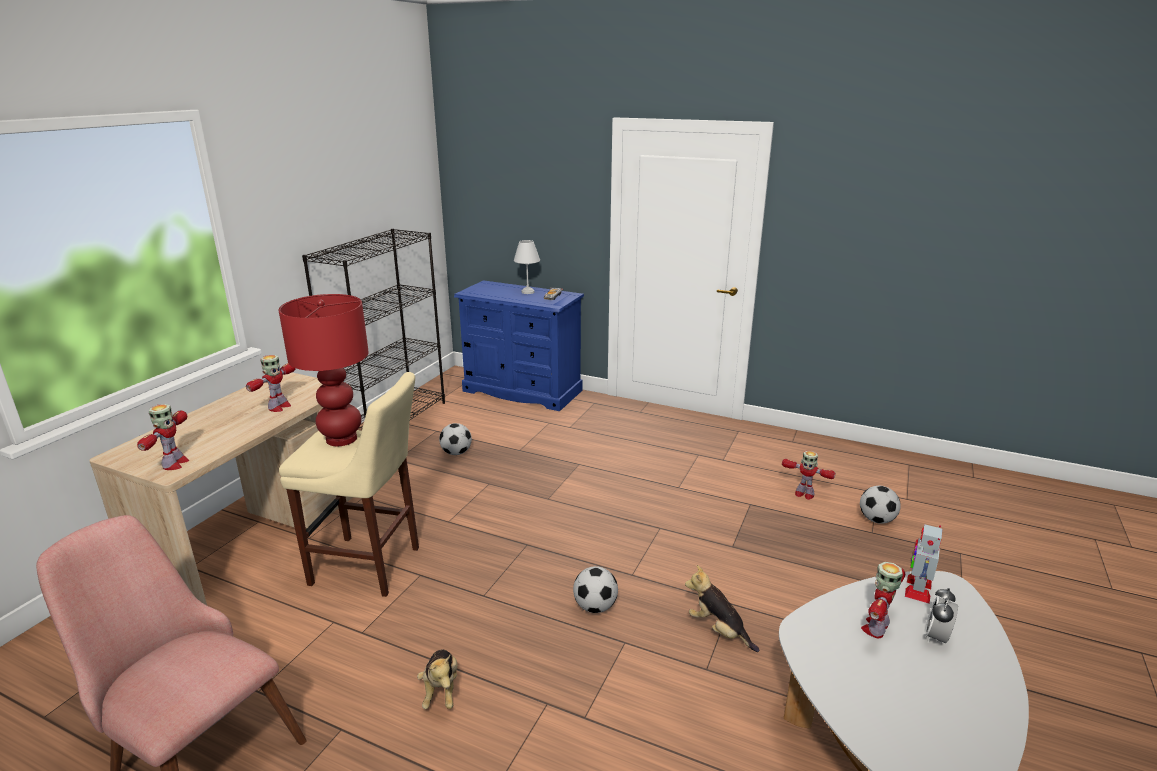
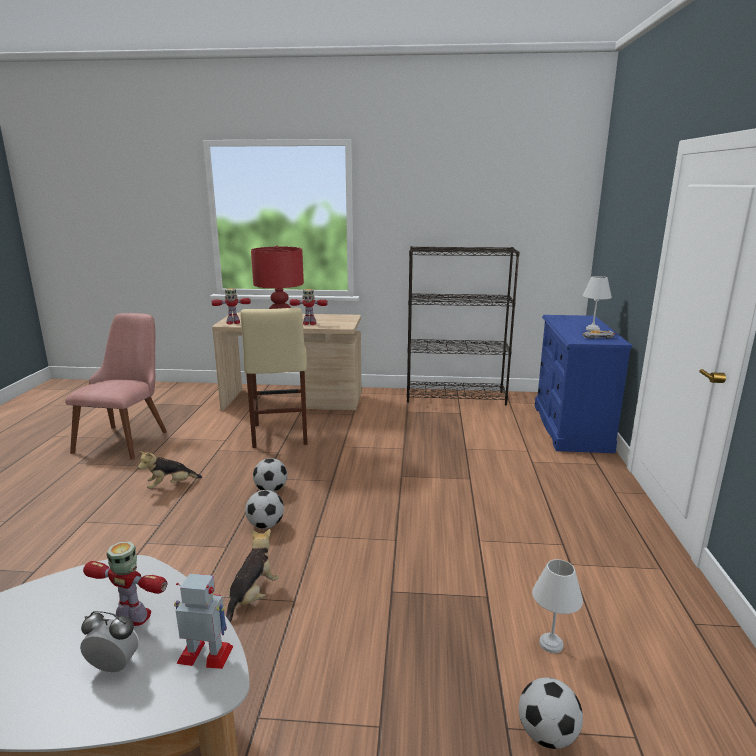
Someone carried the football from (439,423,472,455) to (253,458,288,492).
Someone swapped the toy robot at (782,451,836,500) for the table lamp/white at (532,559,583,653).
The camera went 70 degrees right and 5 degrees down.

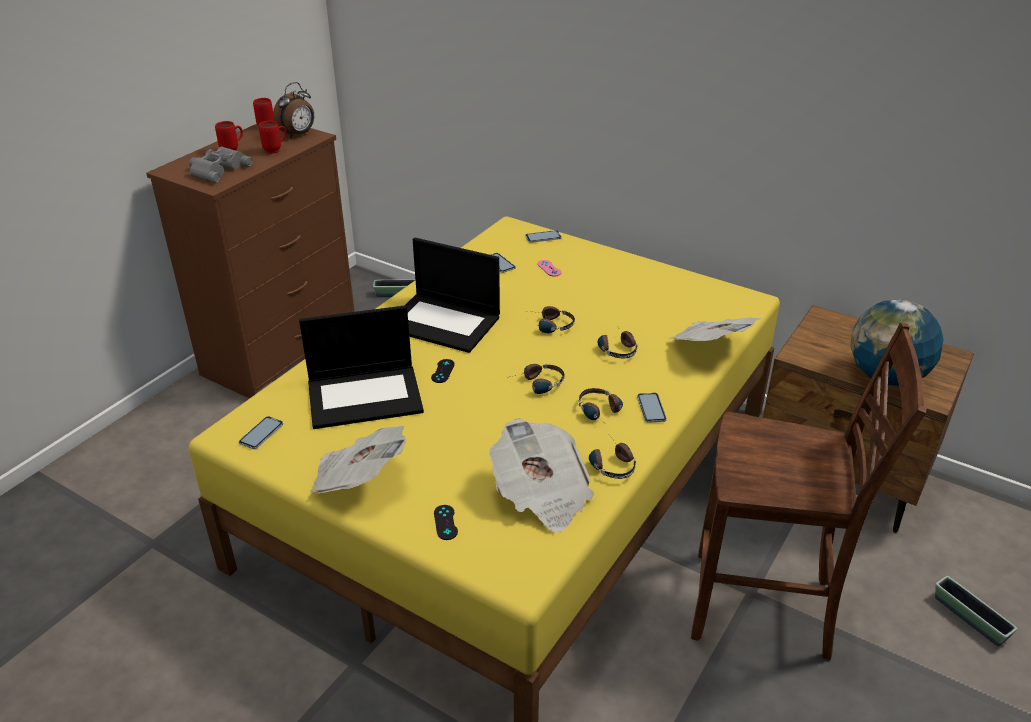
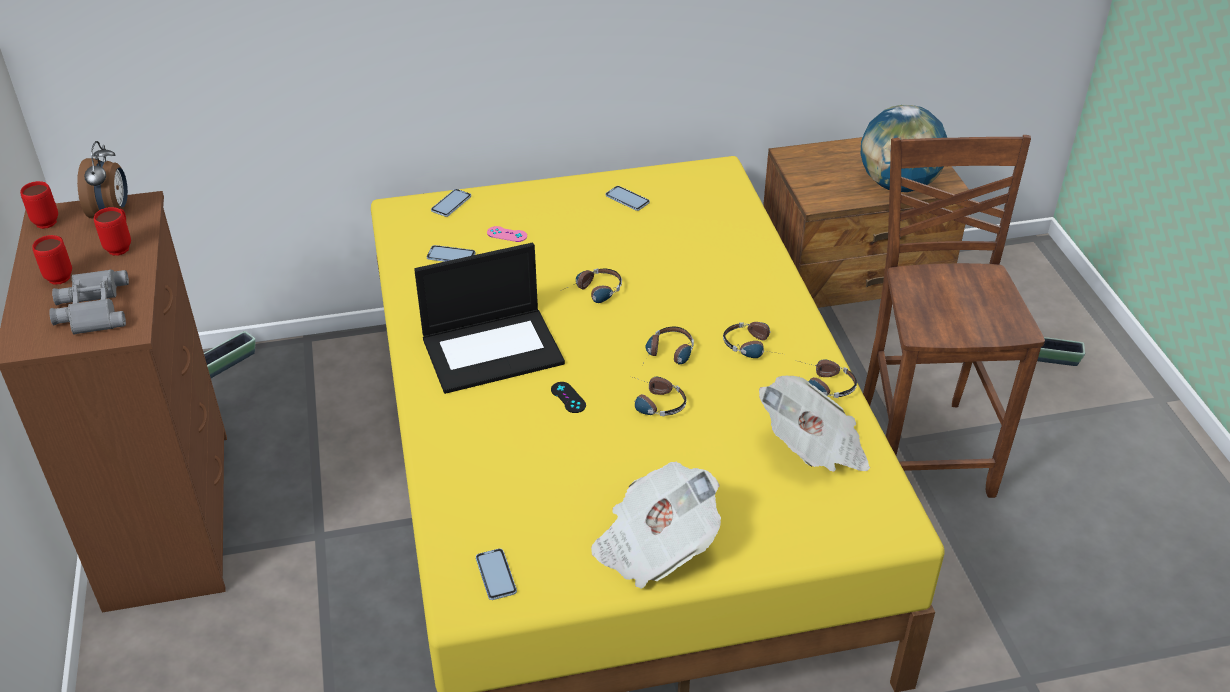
Someone carried the phone from (637,393,667,423) to (605,186,650,211).
Someone carried the headphones from (597,325,638,358) to (629,376,686,417).
Someone rotated the chair/brown at (691,322,927,660) by 60 degrees counterclockwise.
Someone took away the laptop at (299,305,424,429).
Someone took away the game controller/black at (434,505,458,540).
Someone took away the newspaper at (669,317,761,341).
The camera went 45 degrees left and 5 degrees up.

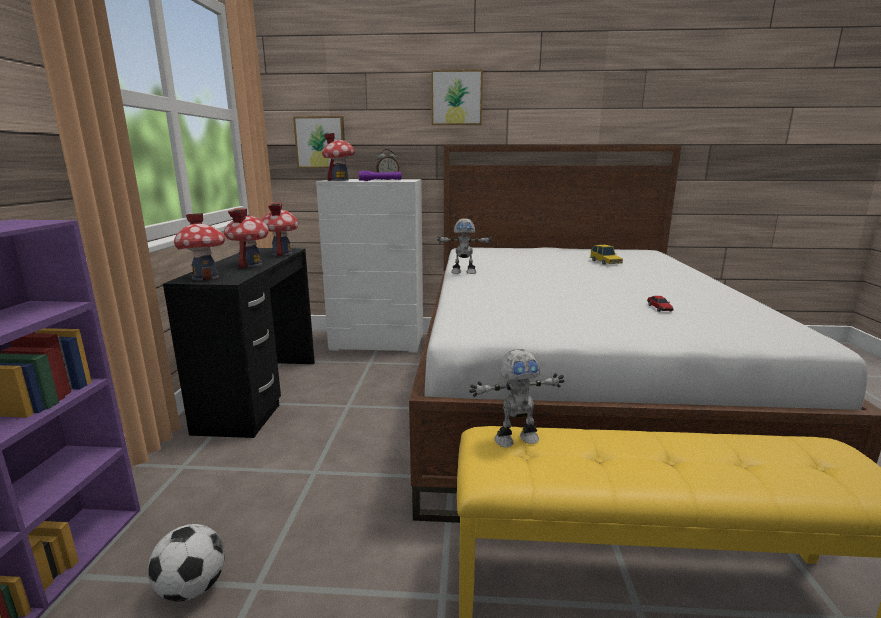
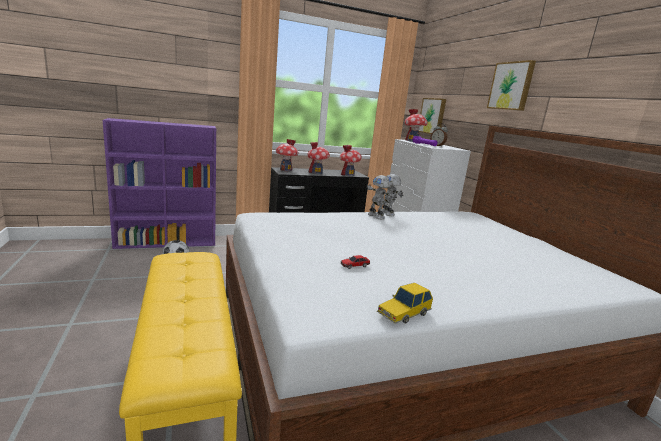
Someone carried the toy robot from (469,349,564,447) to (366,175,397,219).
Someone carried the toy car from (590,245,623,265) to (377,283,433,324).
The camera went 65 degrees right and 0 degrees up.

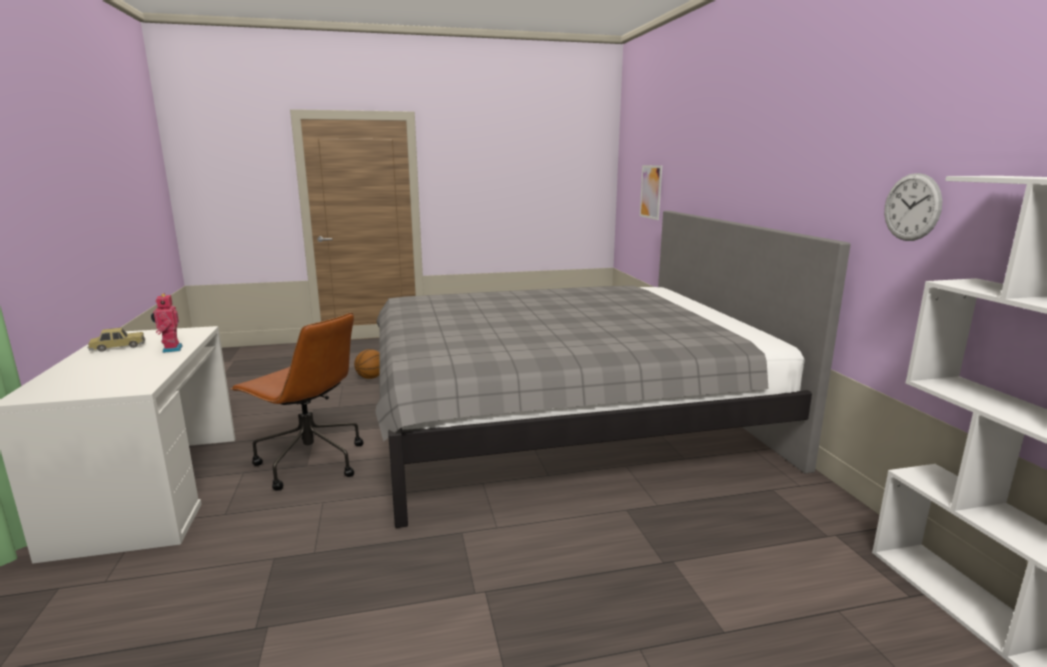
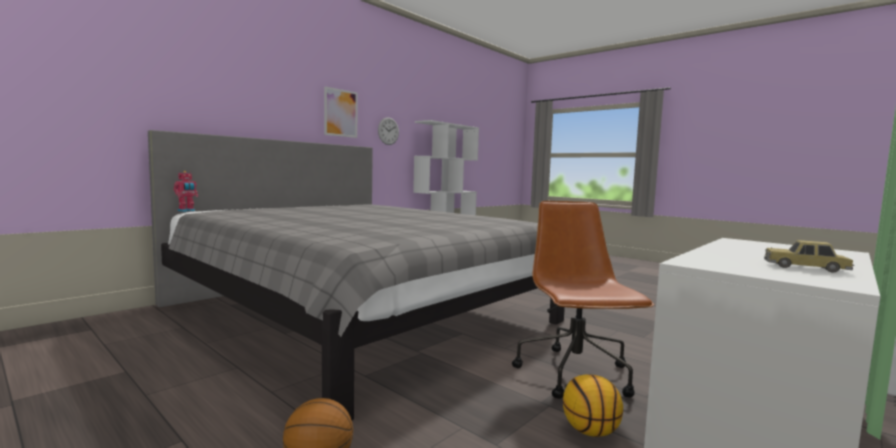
Someone carried the toy robot from (151,293,183,353) to (173,171,198,212).
Someone carried the picture from (640,165,662,220) to (324,86,358,138).
Someone put down the basketball at (563,374,623,437).
The camera went 125 degrees left and 10 degrees down.

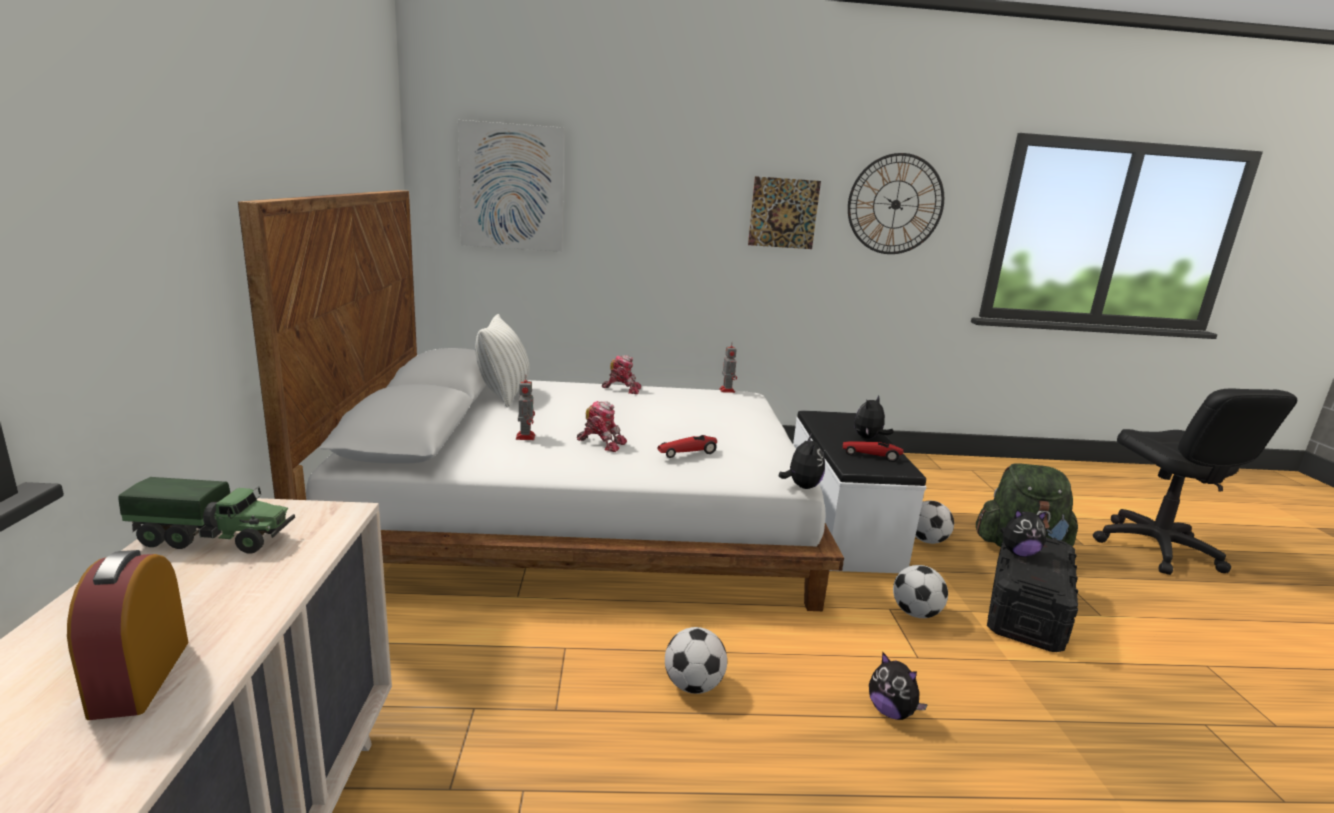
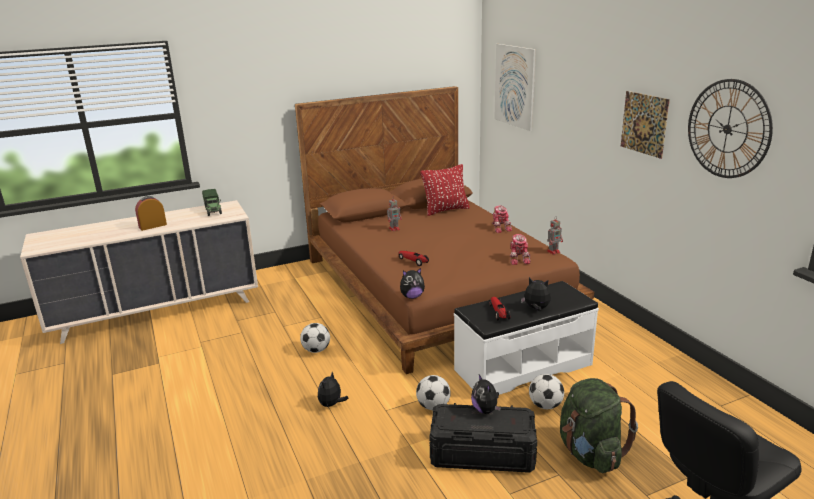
Someone repainted the bed/white at (238,190,844,611), which became the bed/brown at (295,86,594,374).
Someone repainted the pillow/white at (475,314,530,408), which became the pillow/red at (421,164,470,216).
Someone carried the toy robot from (577,401,627,452) to (509,234,531,265).
The camera went 70 degrees right and 5 degrees up.

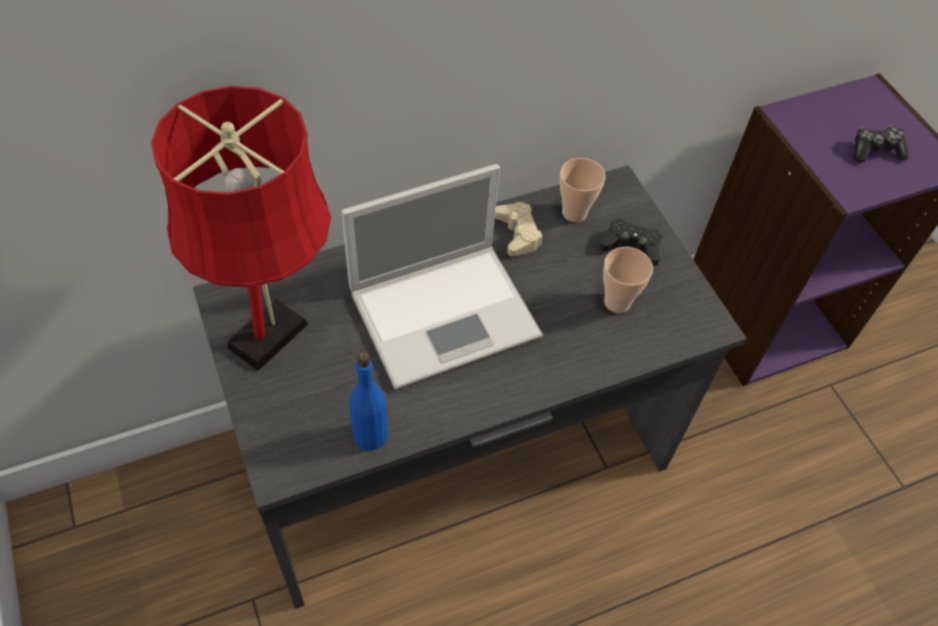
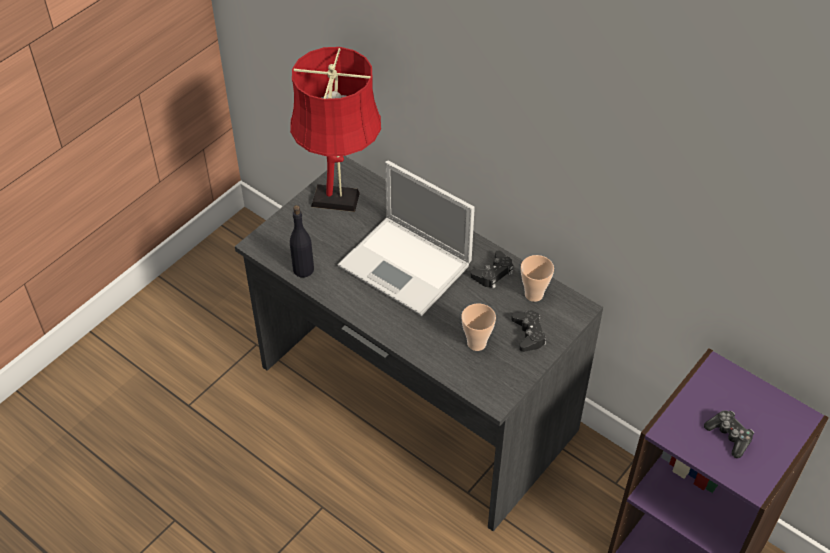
Someone repainted the bottle/blue at (349,352,388,450), which became the bottle/black at (290,205,314,277).
Someone repainted the game controller/beige at (495,202,543,257), which became the game controller/black at (470,250,513,289).
The camera went 65 degrees right and 5 degrees down.

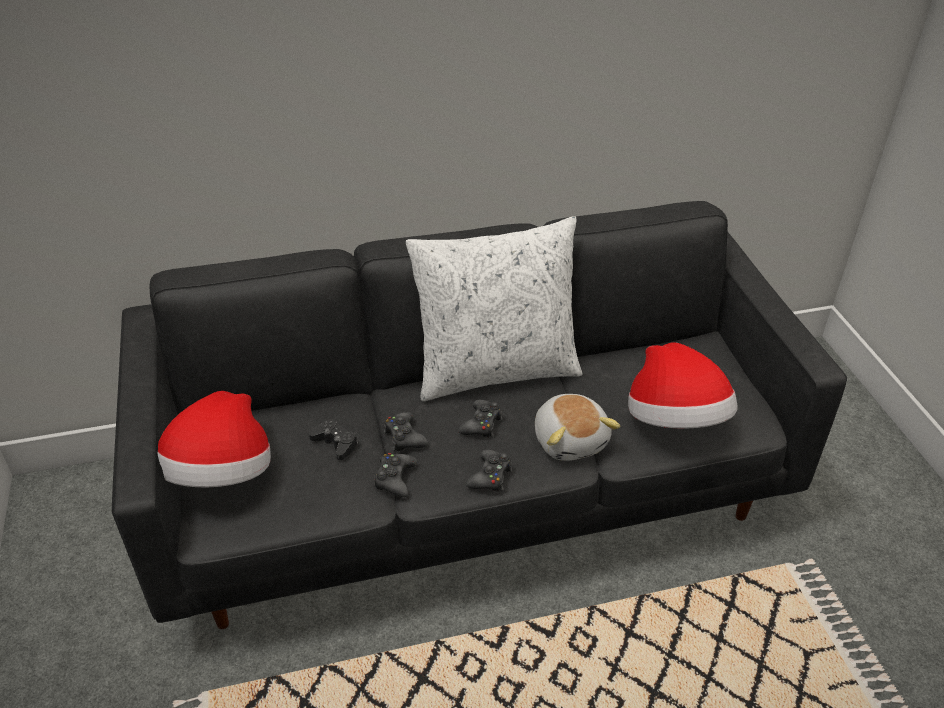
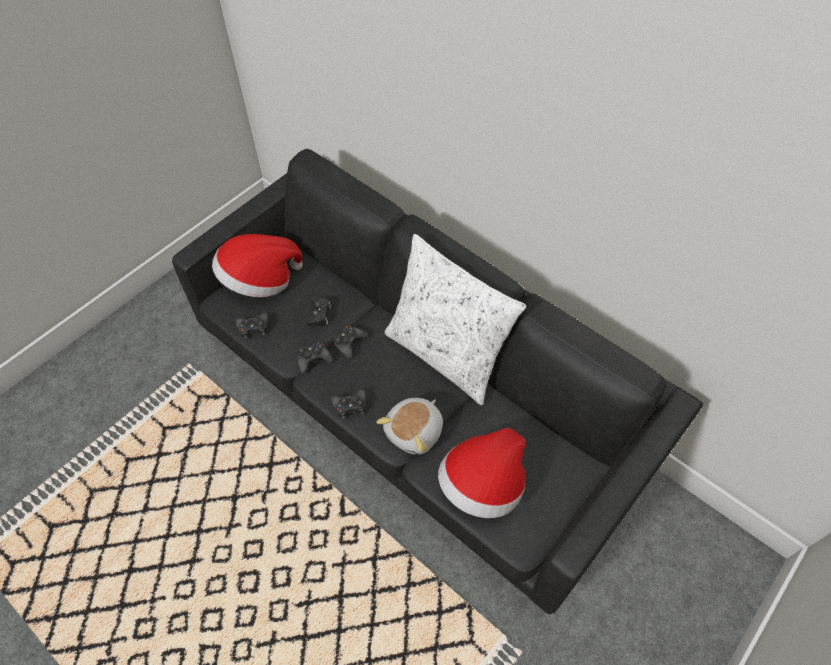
Someone carried the game controller/black from (458,400,503,438) to (235,313,269,339).
The camera went 55 degrees right and 15 degrees up.

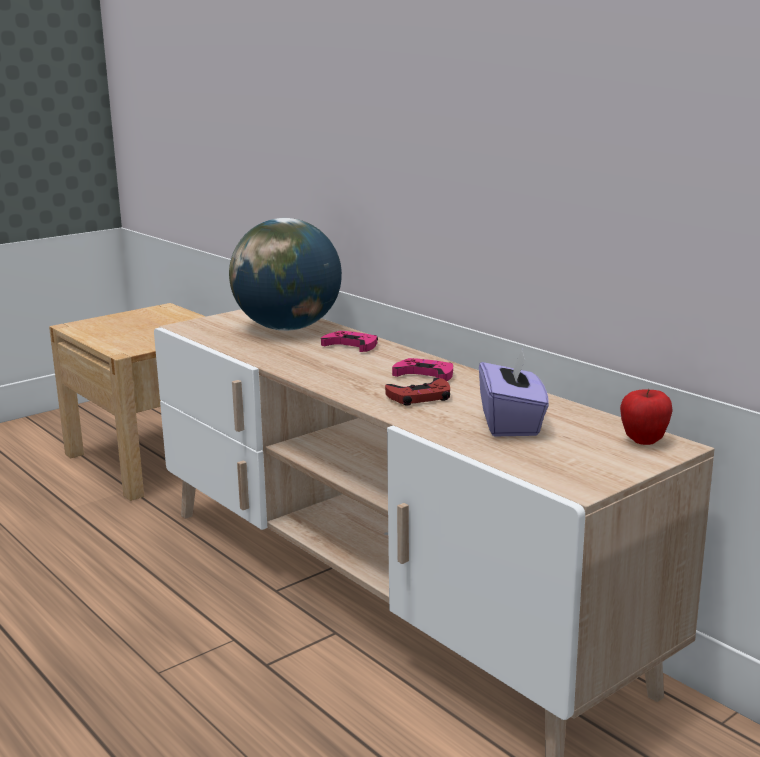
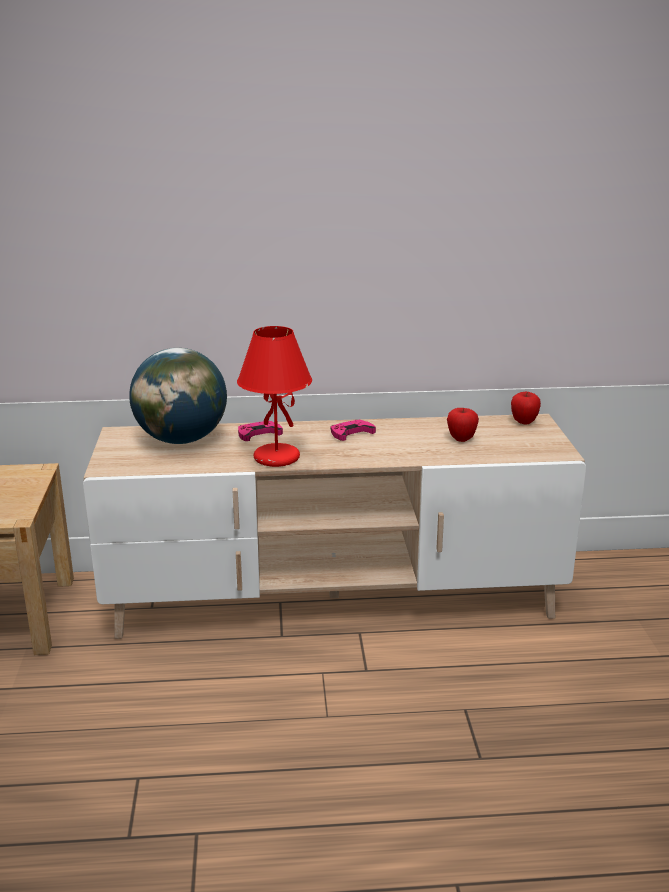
Someone put down the table lamp/red at (237,326,312,467).
Someone swapped the tissue box/purple at (479,350,549,436) for the apple at (447,408,479,442).
Someone took away the game controller/red at (385,378,450,406).
The camera went 55 degrees left and 5 degrees up.

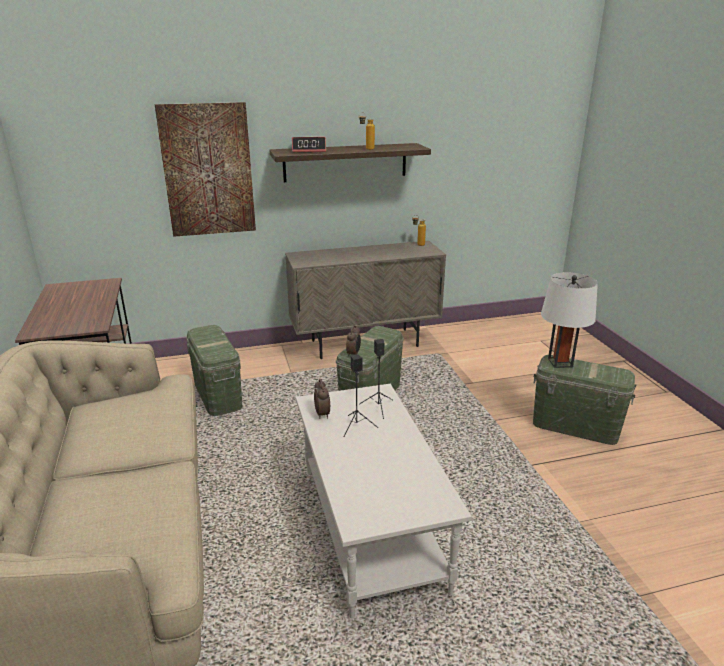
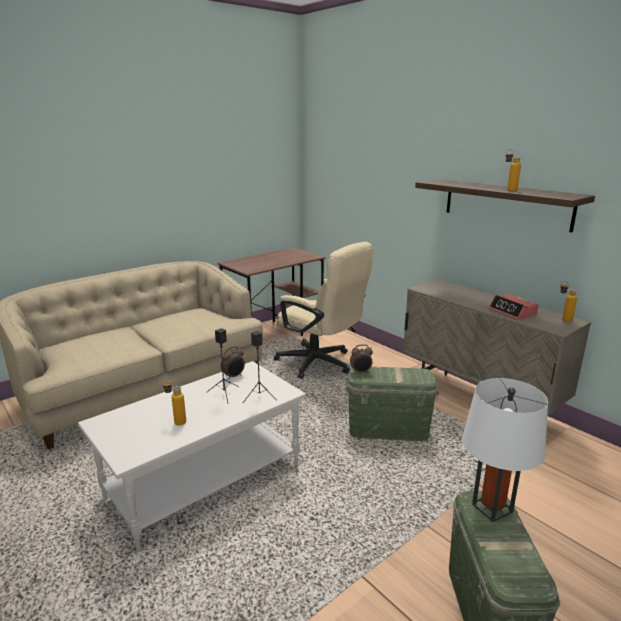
Someone put down the bottle at (163,378,186,425).
Someone swapped the storage box/green at (186,325,243,416) for the office chair/beige at (274,242,373,379).
Someone carried the alarm clock from (292,137,326,153) to (489,294,539,320).
Someone took away the picture at (155,102,256,237).
The camera went 65 degrees right and 5 degrees down.

